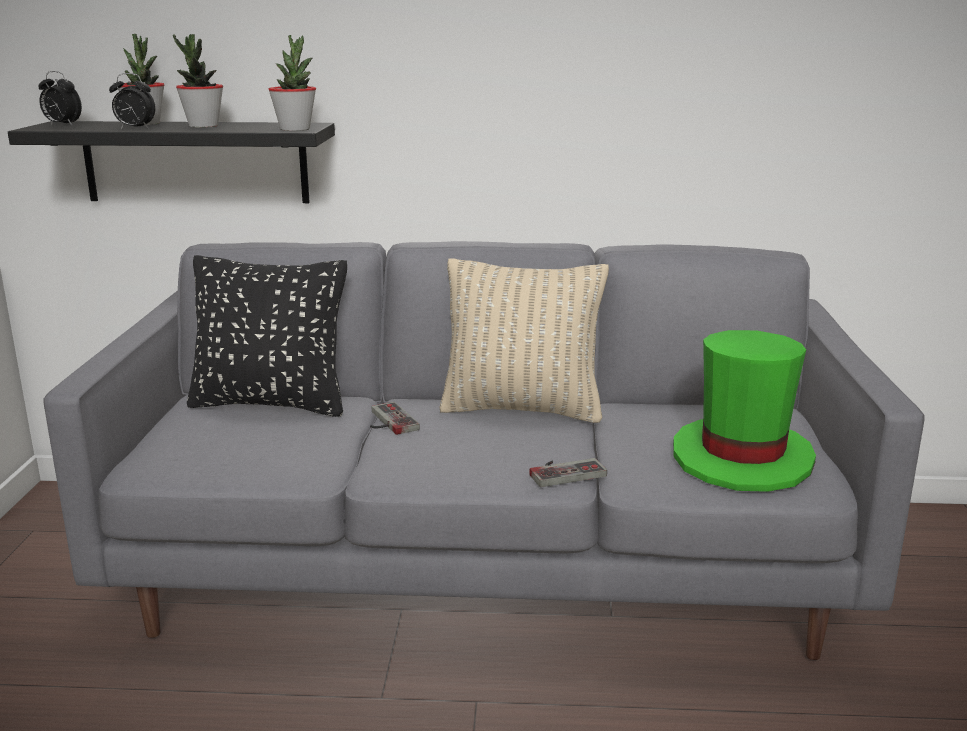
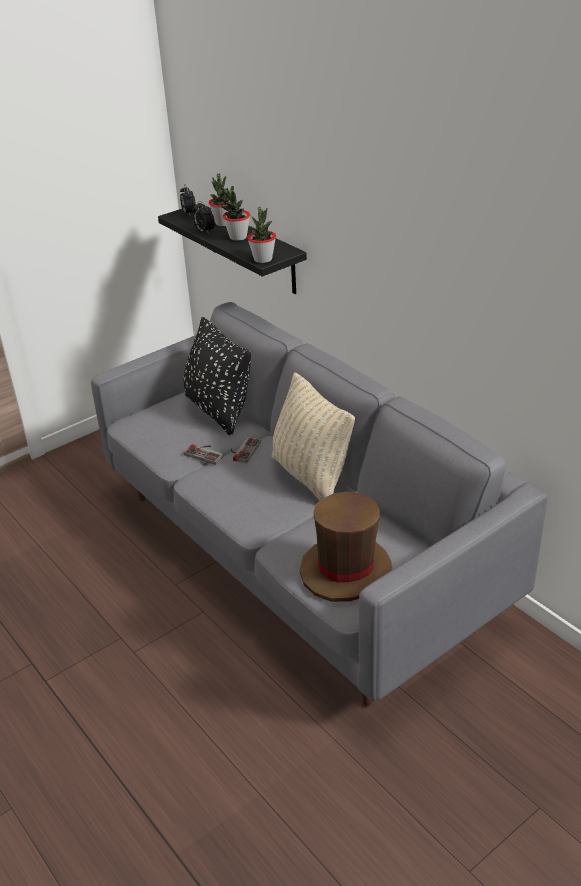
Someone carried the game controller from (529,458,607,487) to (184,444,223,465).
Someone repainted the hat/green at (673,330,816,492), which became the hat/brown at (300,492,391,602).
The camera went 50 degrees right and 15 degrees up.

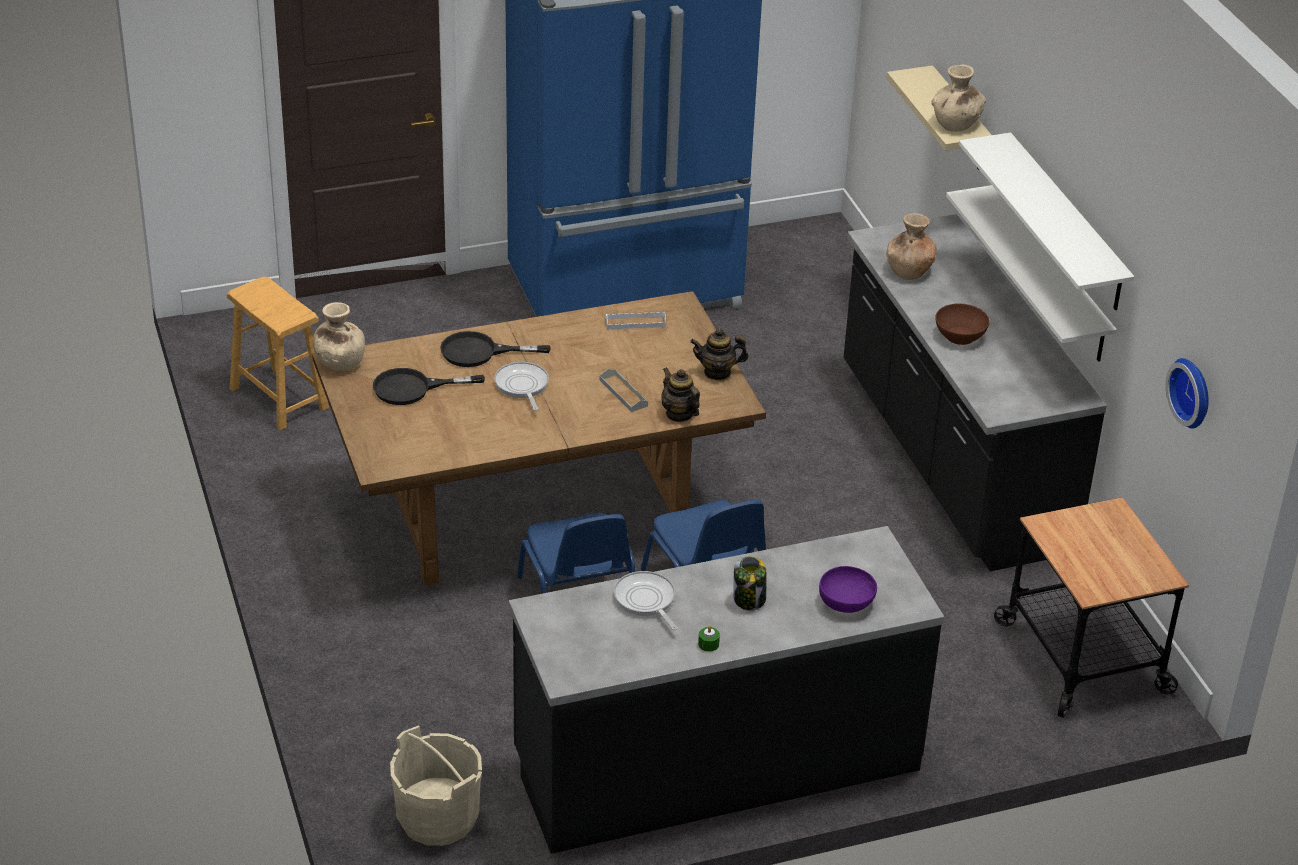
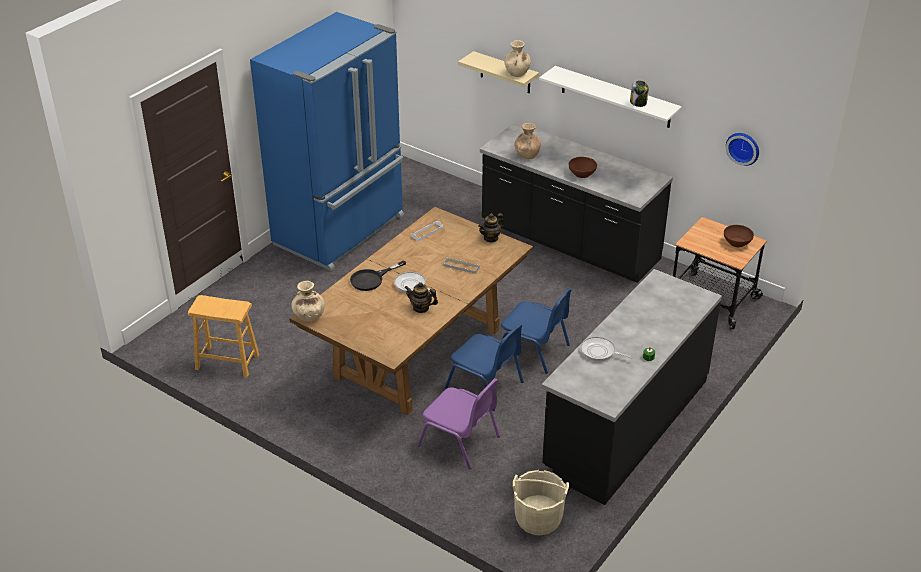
Someone carried the teapot from (661,367,700,422) to (404,282,438,313).
Someone put down the chair/purple at (417,378,500,470).
Someone carried the jar from (733,556,767,611) to (630,80,649,107).
Someone put down the bowl/brown at (724,225,754,247).
Someone took away the frying pan/black at (373,368,485,405).
Someone took away the bowl/purple at (819,566,877,613).
Someone took away the shelf/white at (946,185,1117,362).
The camera went 35 degrees left and 0 degrees up.

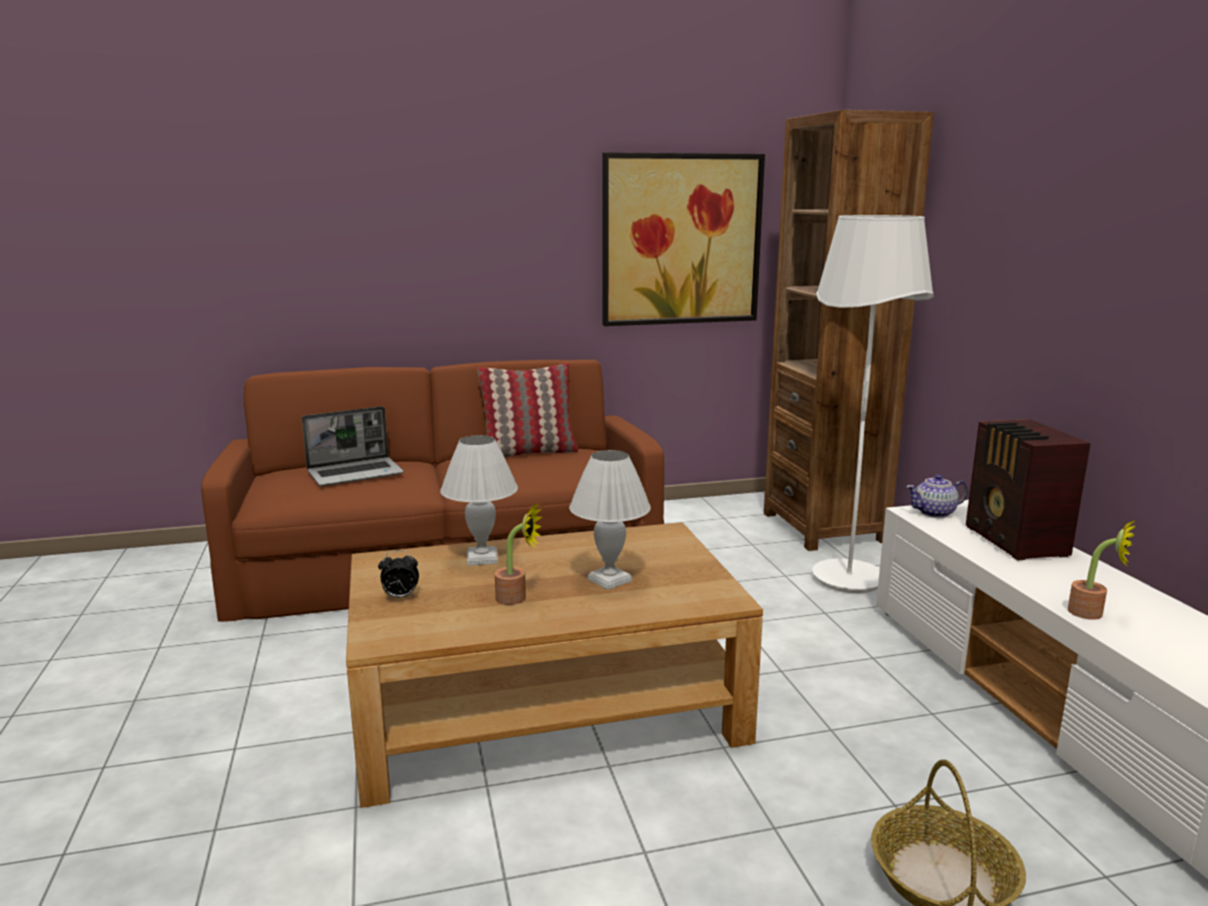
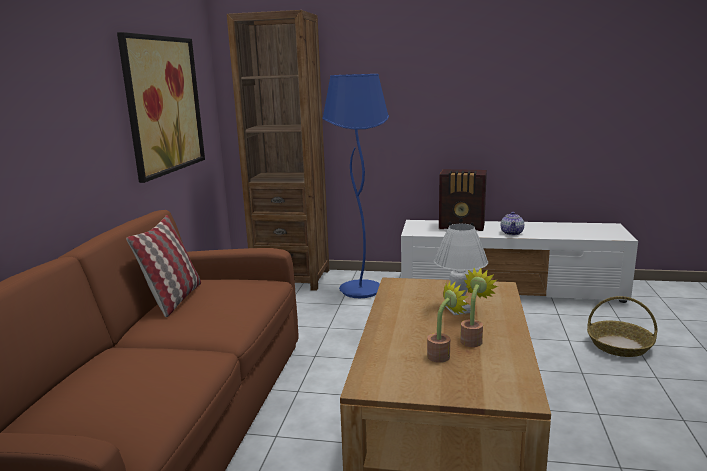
Someone repainted the floor lamp/white at (812,215,934,593), which became the floor lamp/blue at (322,74,389,298).
Someone carried the potted plant from (1068,519,1136,620) to (427,280,468,363).
Someone carried the teapot from (906,474,968,518) to (501,212,524,235).
Someone took away the laptop at (302,406,404,486).
Someone took away the alarm clock at (378,550,419,599).
Someone took away the table lamp/white at (440,435,518,566).
The camera went 65 degrees left and 0 degrees up.

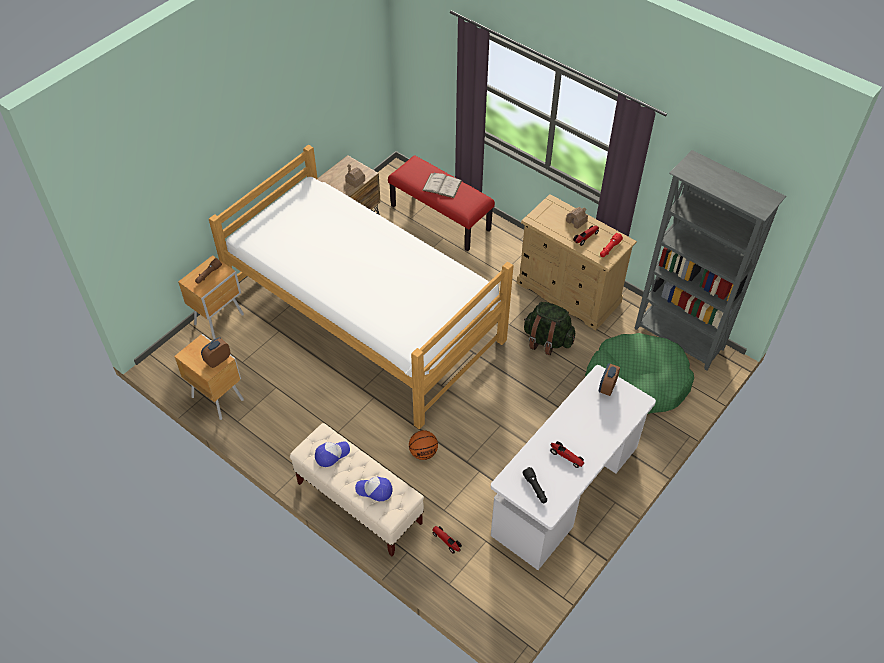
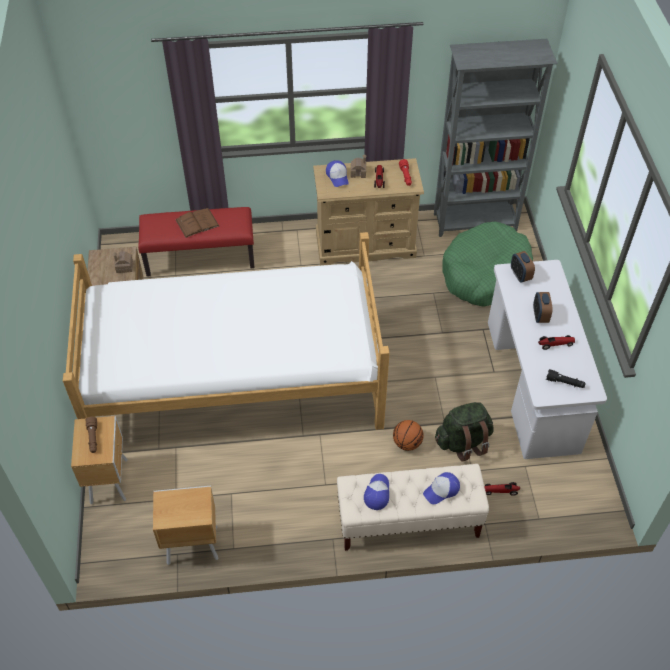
Someone repainted the book/white at (422,173,462,198), which became the book/brown at (176,208,219,238).
Someone put down the cap at (326,160,349,187).
Someone carried the backpack/green from (524,302,575,355) to (435,402,493,462).
Someone carried the alarm clock from (201,337,231,368) to (533,292,552,323).
The camera went 45 degrees left and 0 degrees up.

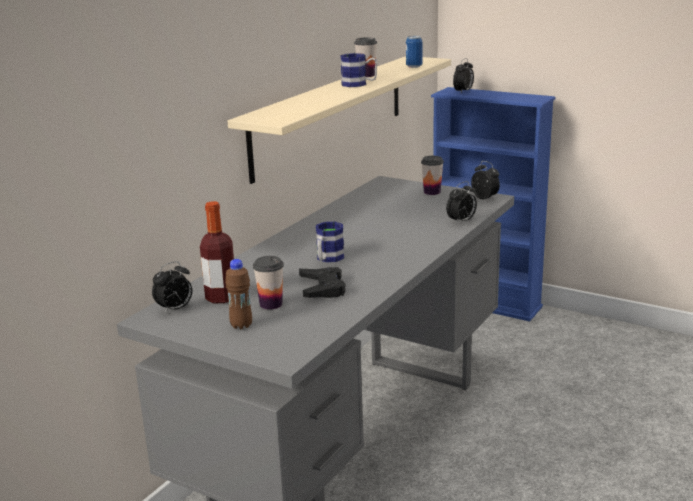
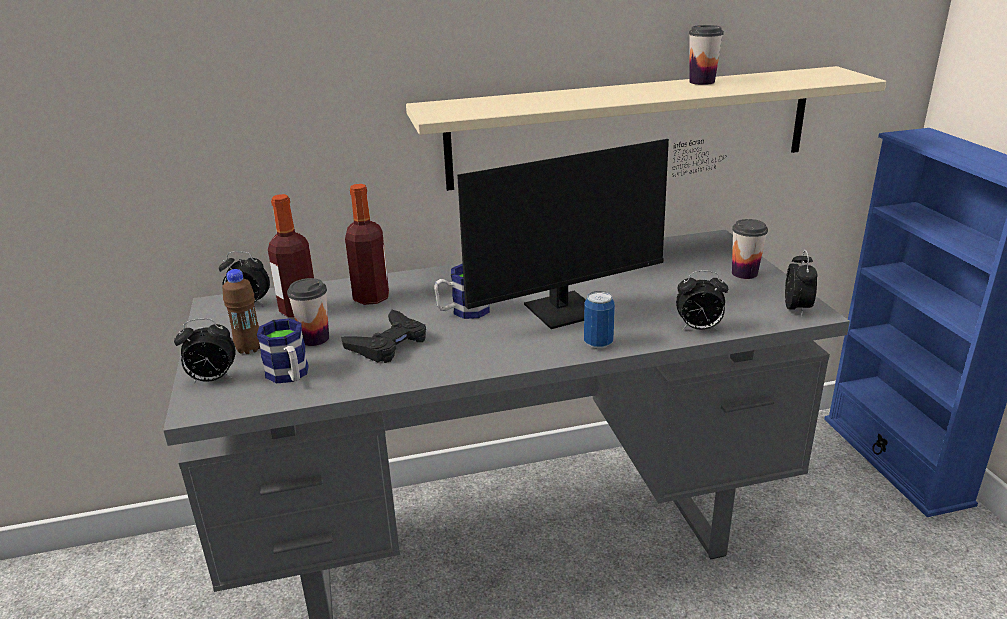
Someone carried the alarm clock from (453,58,474,93) to (174,318,236,383).
Someone carried the mug from (340,53,377,87) to (257,318,309,383).
Someone put down the bottle at (345,184,389,305).
Someone put down the monitor at (457,139,724,329).
Someone carried the can from (406,36,422,68) to (584,291,615,349).
The camera went 45 degrees right and 5 degrees up.

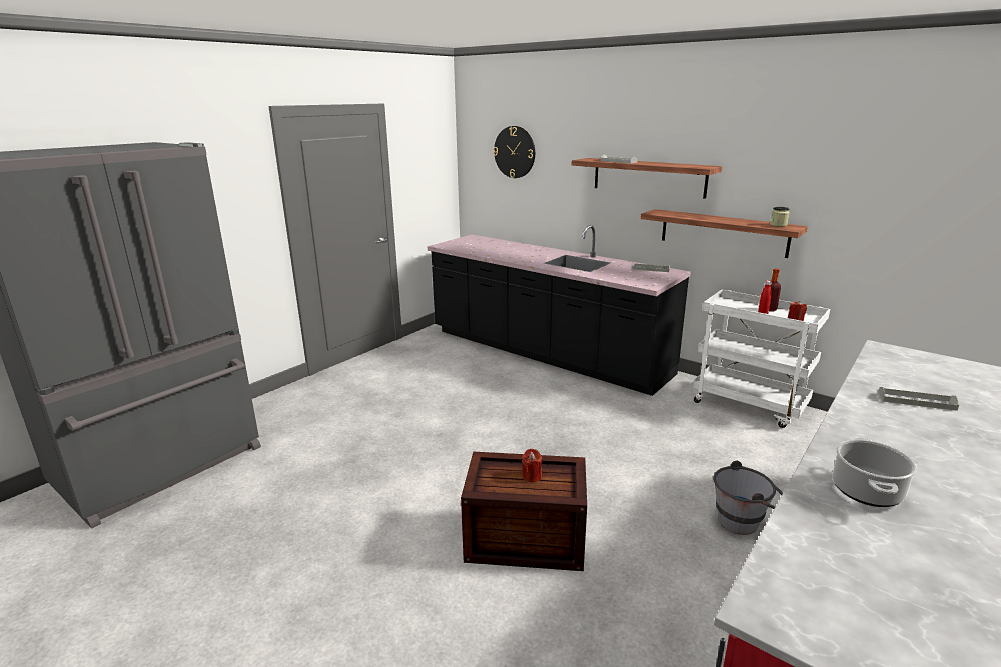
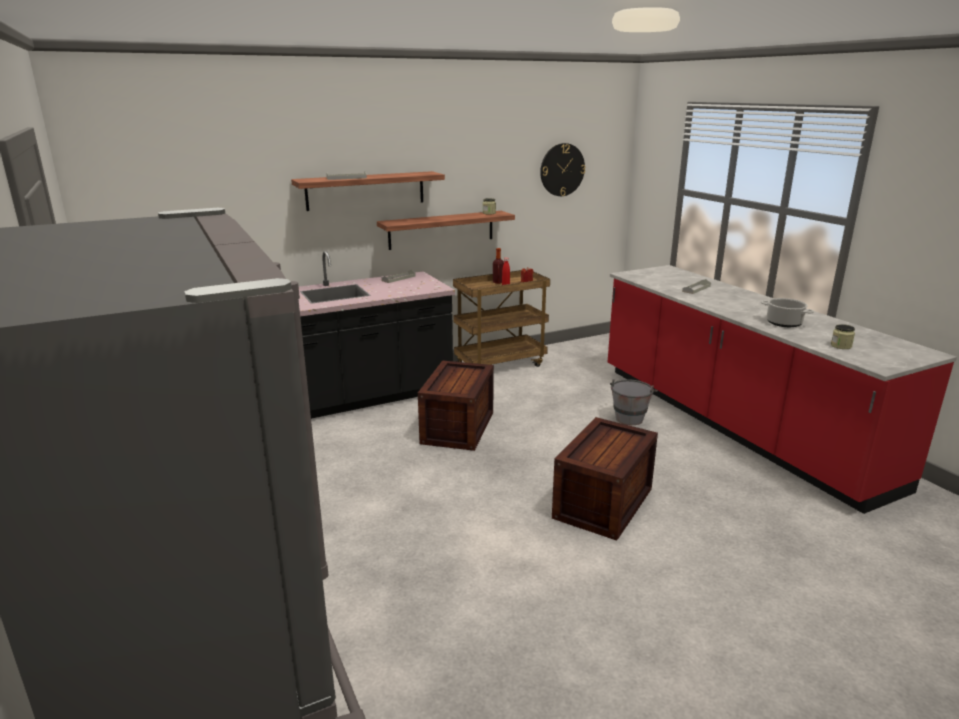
Someone put down the crate at (418,360,494,451).
Someone repainted the cart/white at (693,289,830,428), which became the cart/brown at (453,270,550,367).
Someone carried the wall clock from (493,126,535,178) to (540,143,585,196).
Someone put down the jar at (831,324,855,349).
Someone took away the candle/red at (522,449,542,482).
The camera went 65 degrees left and 0 degrees up.

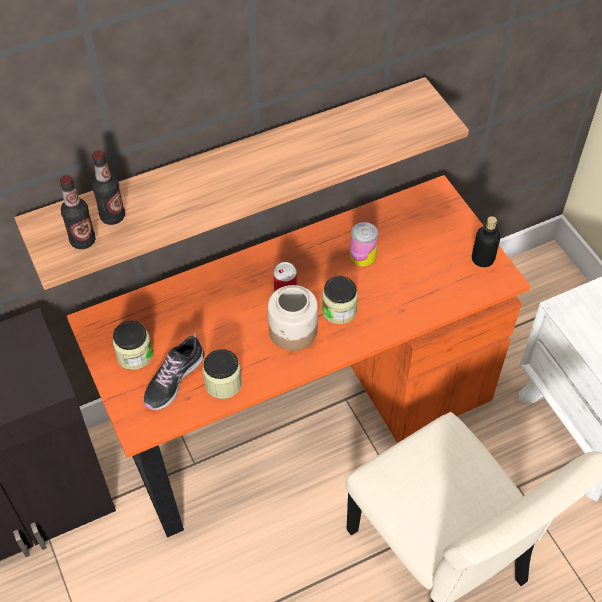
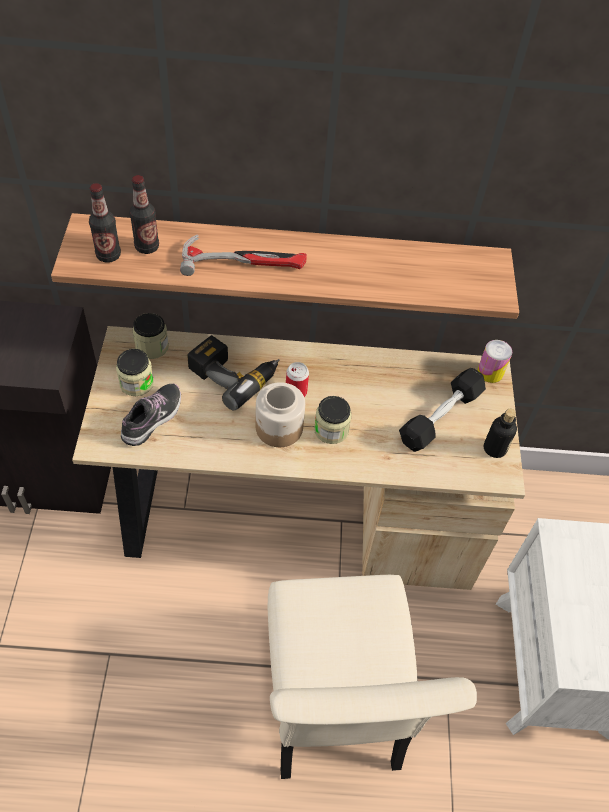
Someone repainted the desk/orange at (67,175,531,537), which became the desk/beige at (72,326,525,590).
Someone rotated the shoe at (143,333,204,411) by 150 degrees clockwise.
Someone carried the jar from (203,349,242,399) to (133,313,169,359).
Someone put down the hammer at (180,234,307,276).
Someone put down the power drill at (187,335,280,411).
Someone put down the dumbbell/black at (399,368,486,452).
Someone carried the can from (349,222,379,266) to (477,340,512,383).
The camera went 25 degrees right and 0 degrees up.

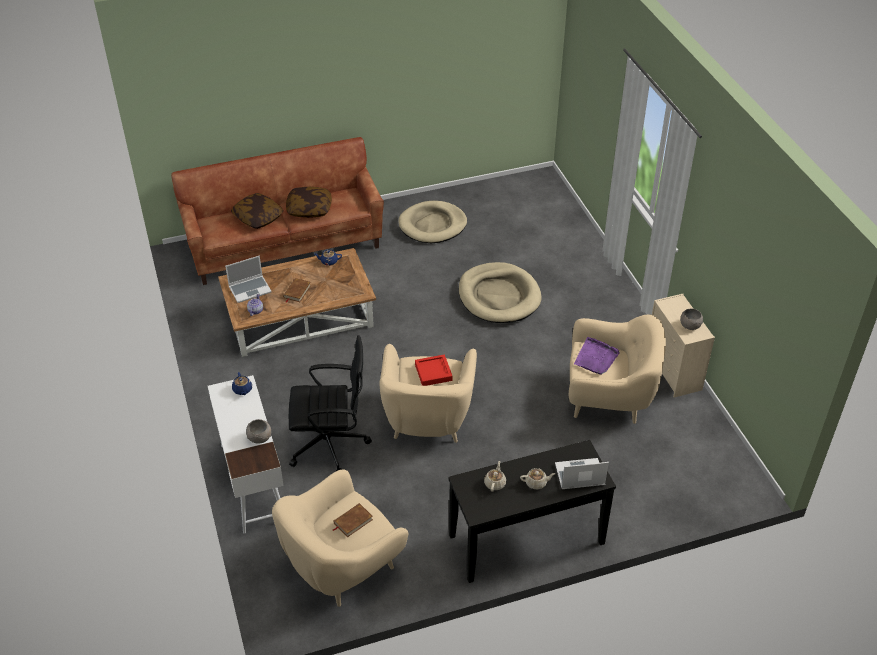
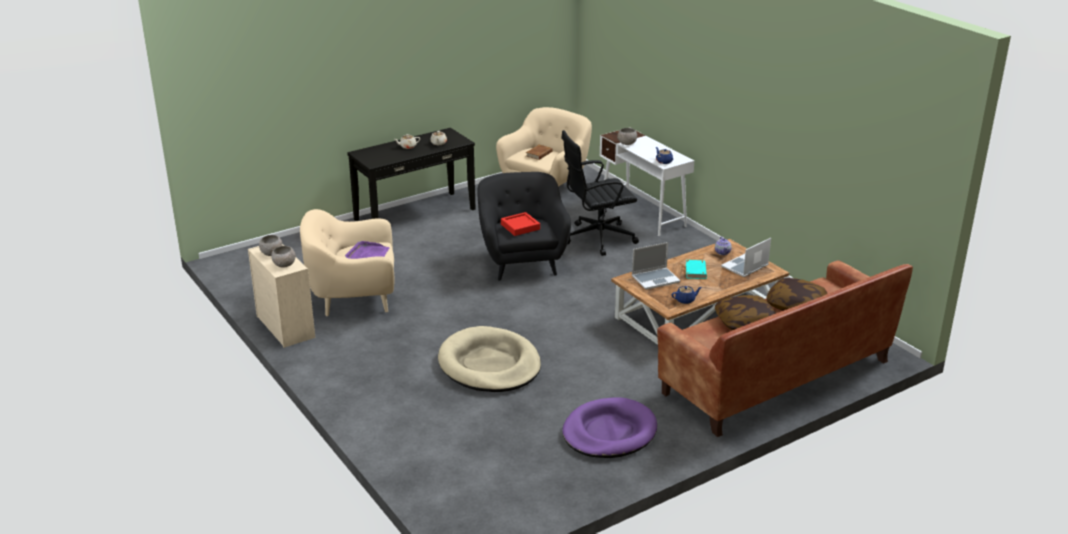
Someone put down the bowl/grey at (271,246,296,268).
Someone repainted the armchair/beige at (379,344,477,443), which became the armchair/black at (477,172,571,281).
Someone repainted the dog bed/beige at (398,201,467,243), which became the dog bed/purple at (562,397,657,458).
Someone carried the laptop from (555,458,609,489) to (632,242,680,290).
Someone repainted the book/brown at (283,278,311,302), which became the book/turquoise at (686,260,707,279).
The camera went 165 degrees right and 15 degrees down.

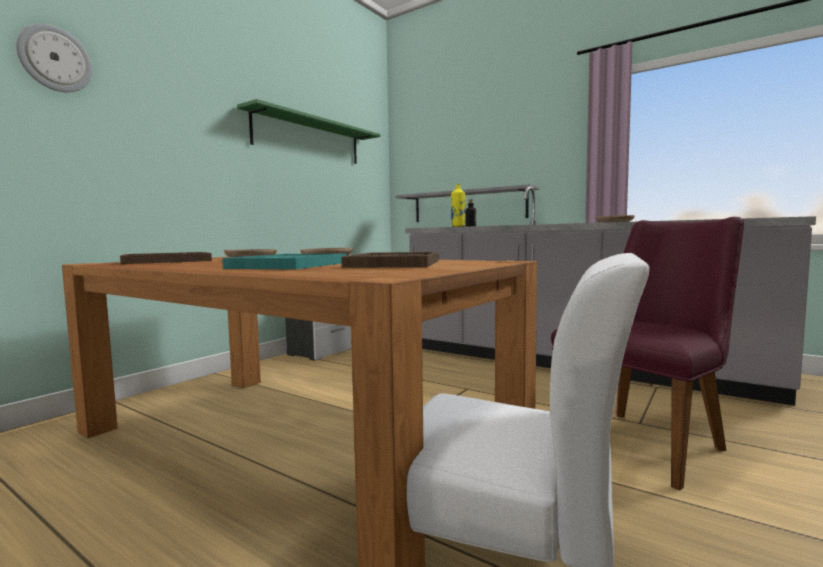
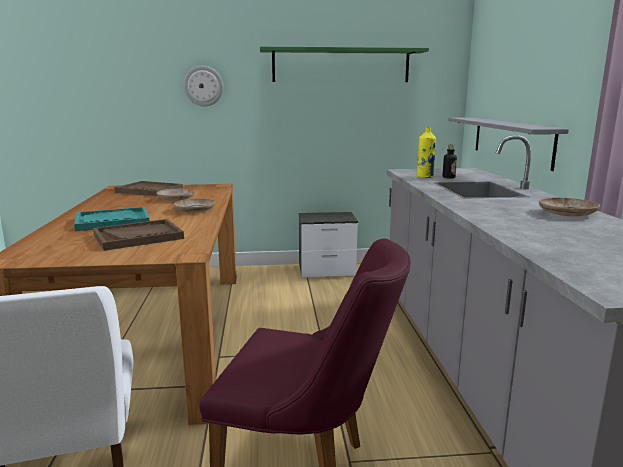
Someone carried the wall clock from (16,23,93,92) to (183,66,223,106).
The camera went 50 degrees right and 10 degrees up.

